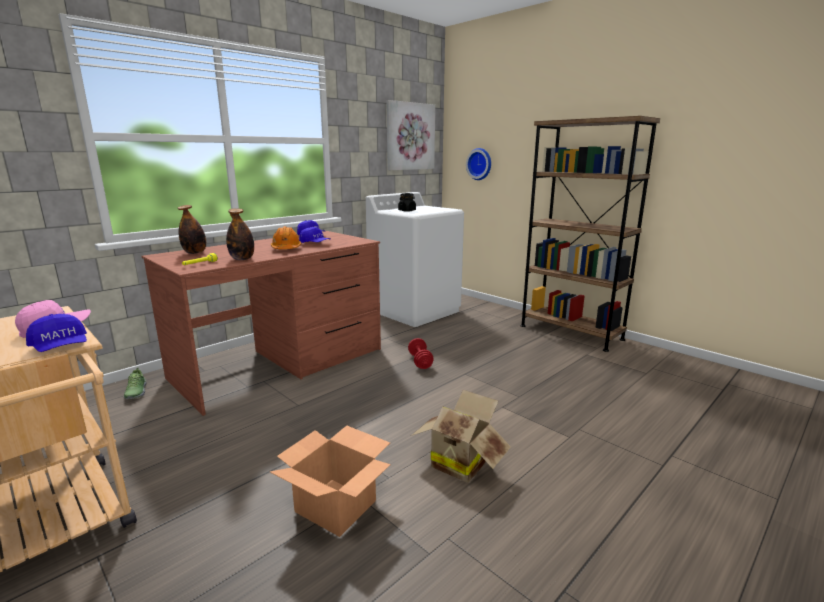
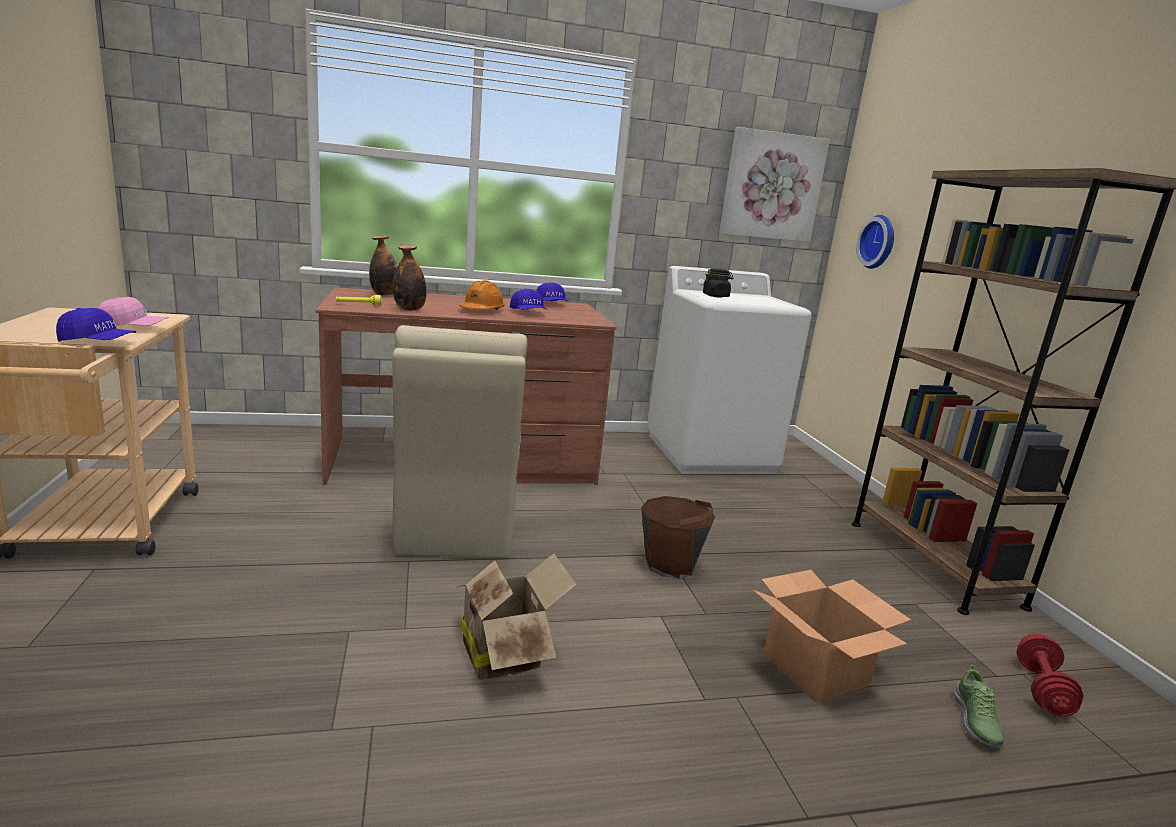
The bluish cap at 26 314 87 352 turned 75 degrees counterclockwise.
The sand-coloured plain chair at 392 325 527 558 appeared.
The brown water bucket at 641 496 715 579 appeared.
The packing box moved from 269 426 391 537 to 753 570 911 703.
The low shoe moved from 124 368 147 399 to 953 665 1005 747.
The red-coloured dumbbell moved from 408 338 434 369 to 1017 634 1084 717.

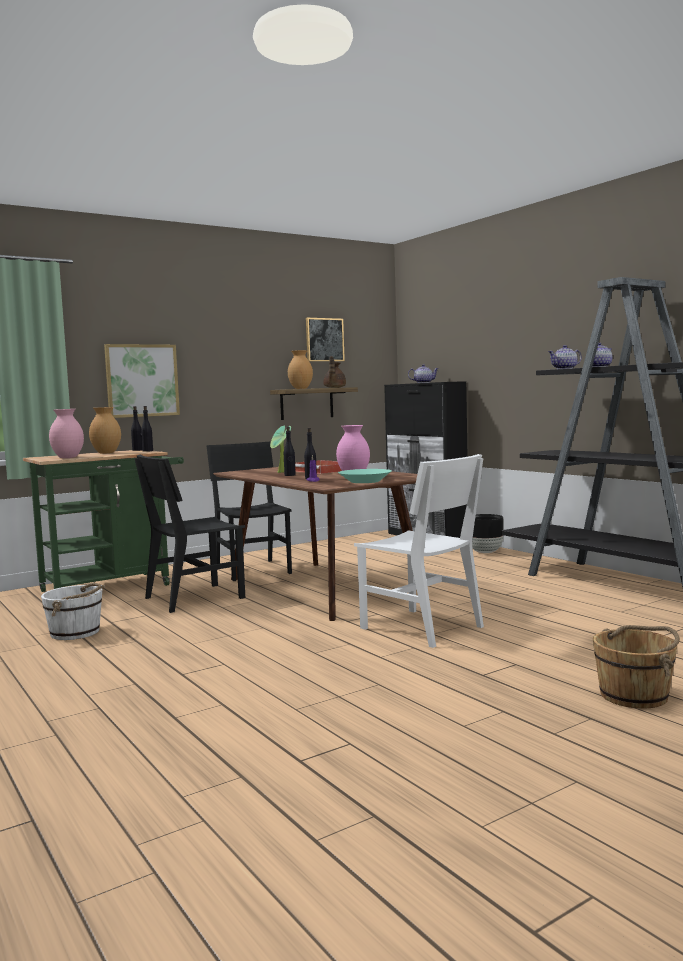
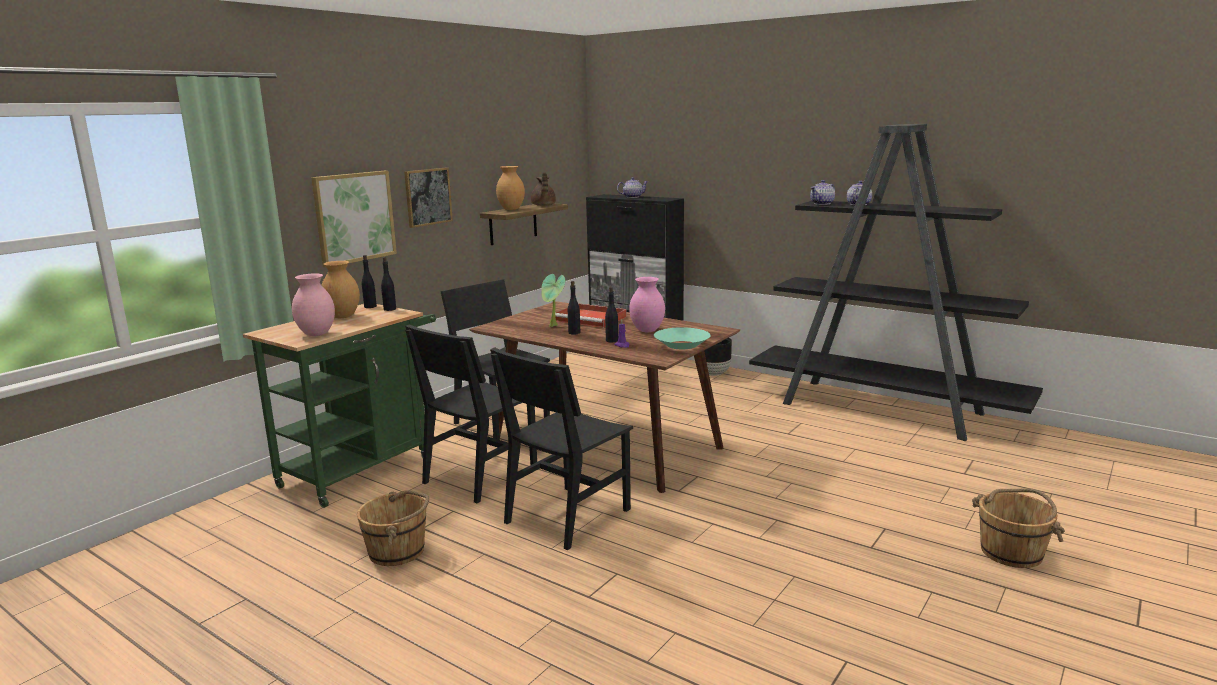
The white water bucket at 41 583 105 640 became the brown water bucket at 357 490 429 566.
The picture moved from 306 318 345 362 to 404 168 453 228.
The black plain chair at 490 347 633 550 appeared.
The white plain chair at 354 454 484 648 disappeared.

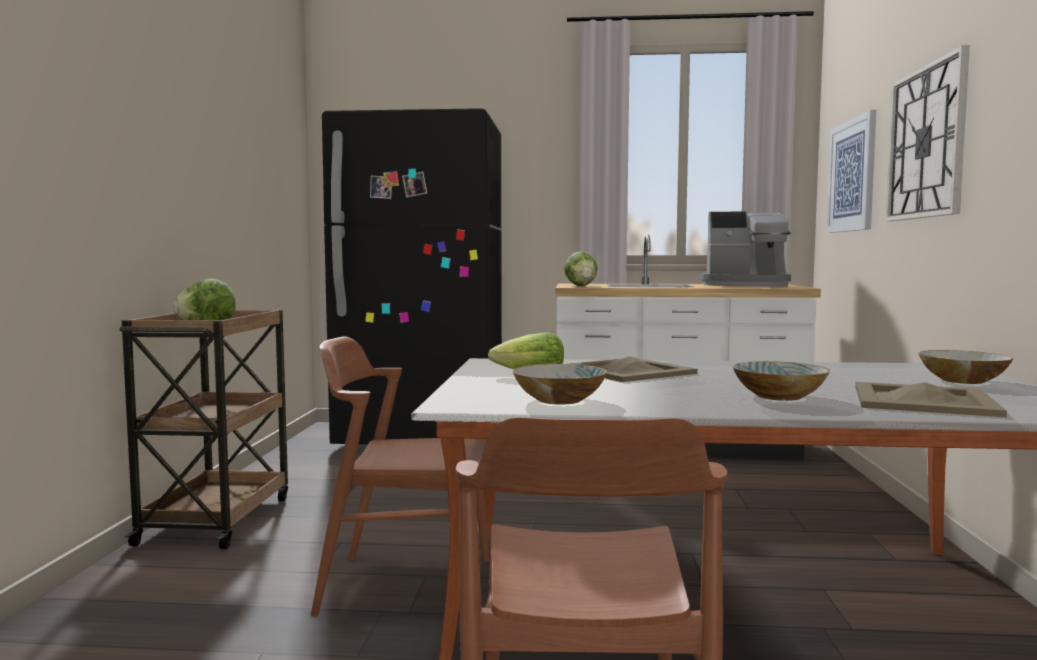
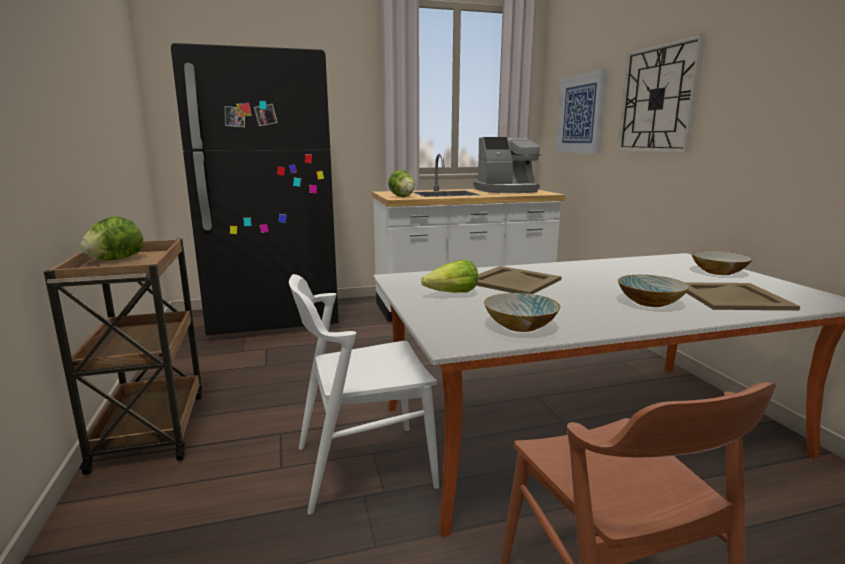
The brown plain chair at 311 336 489 616 became the white plain chair at 289 274 439 515.

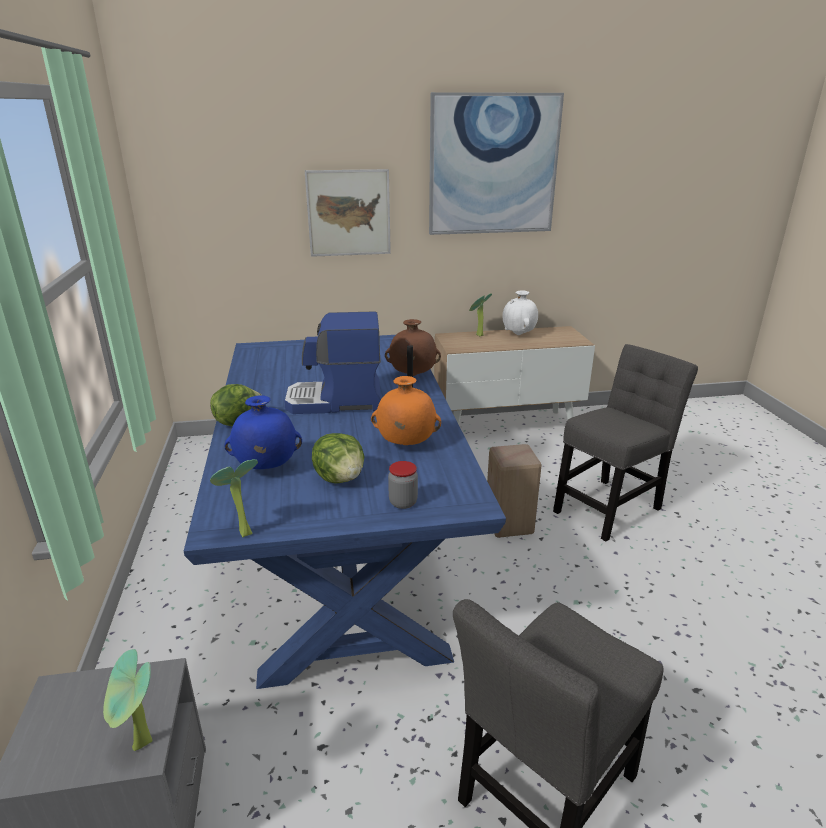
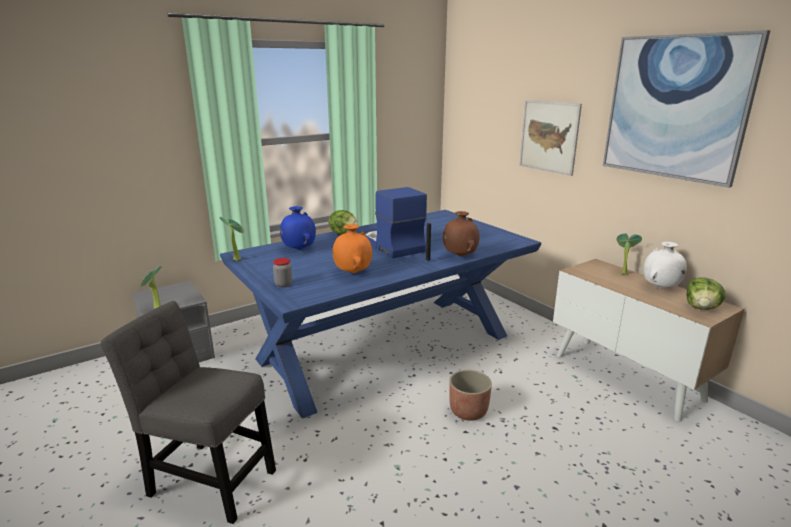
The sand-coloured sitting stool at 487 444 542 538 was replaced by the plant pot at 449 370 492 421.
The head of lettuce moved from 312 433 365 483 to 686 277 726 310.
The greyish plain chair at 553 344 698 541 disappeared.

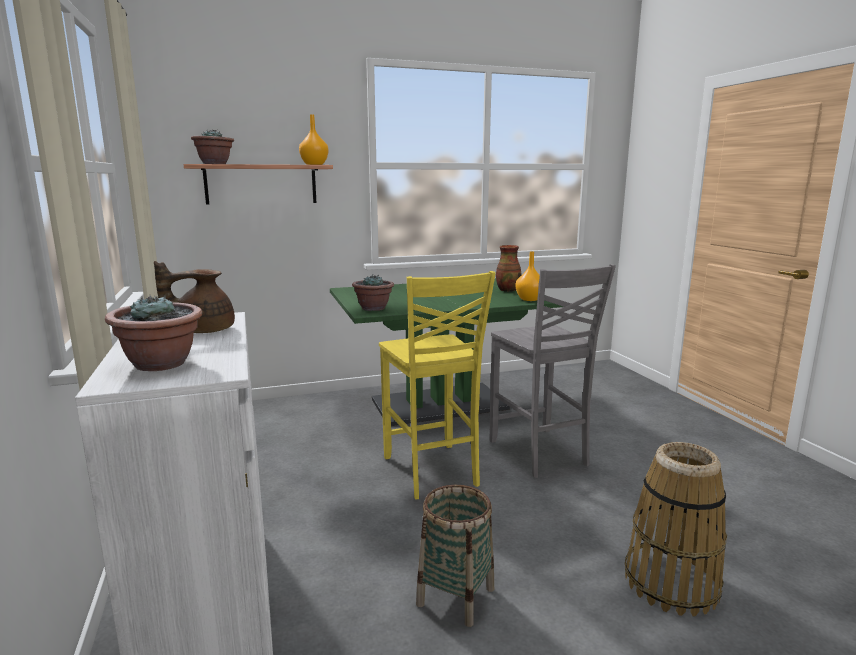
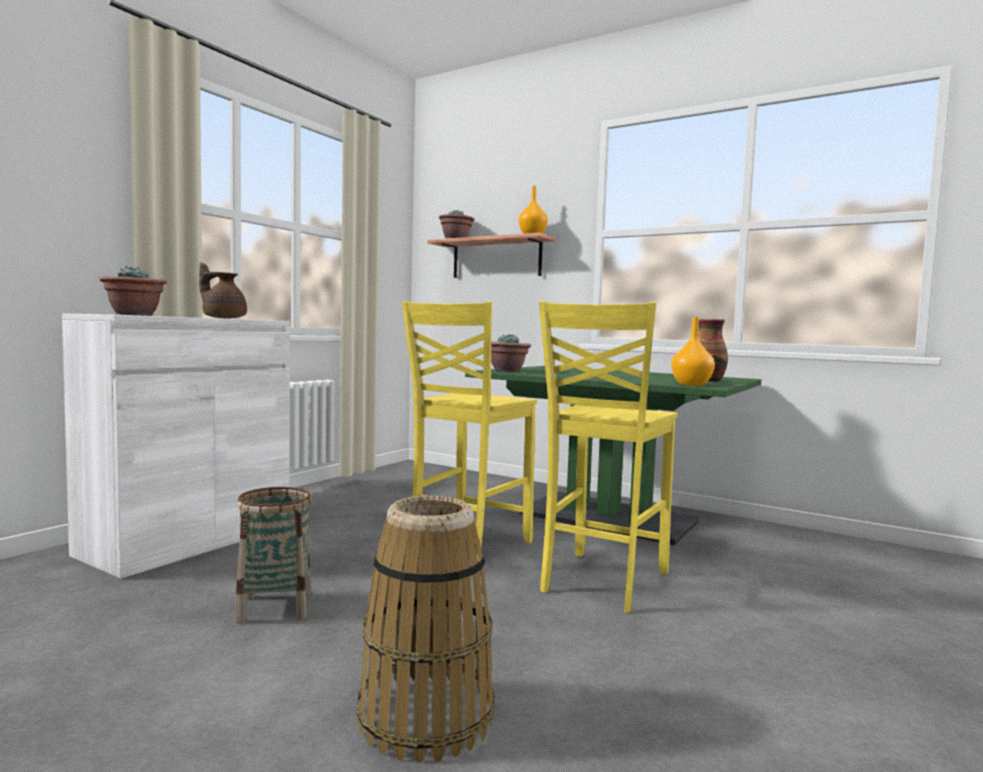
The greyish plain chair at 489 264 616 478 became the yellow-coloured plain chair at 539 301 678 613.

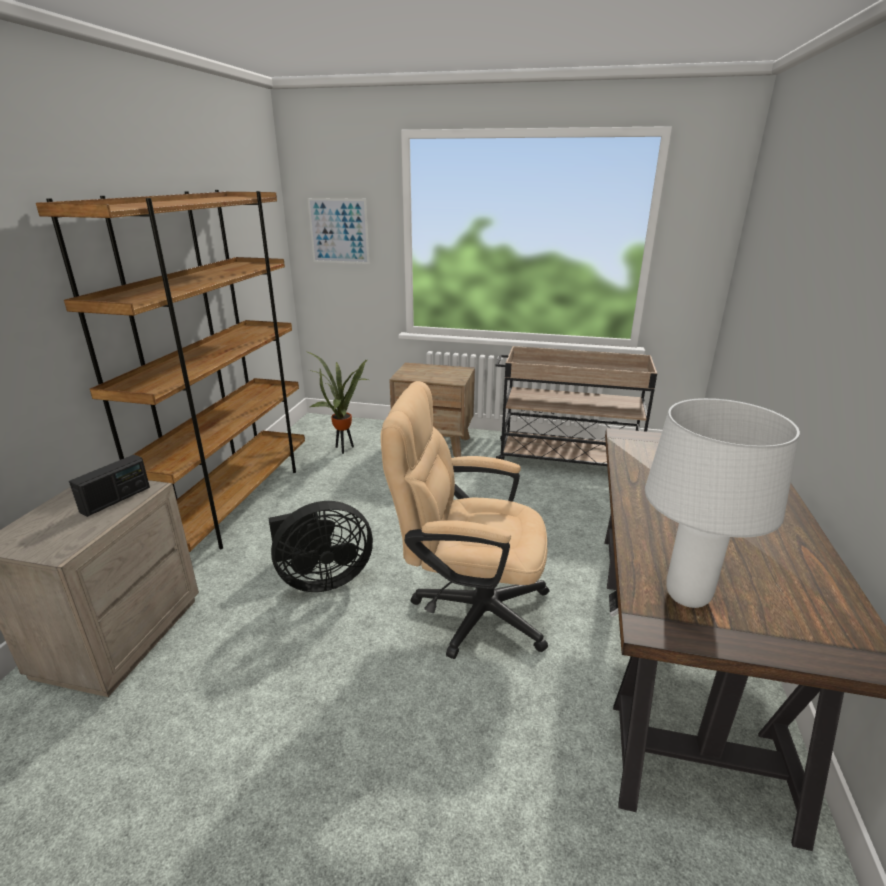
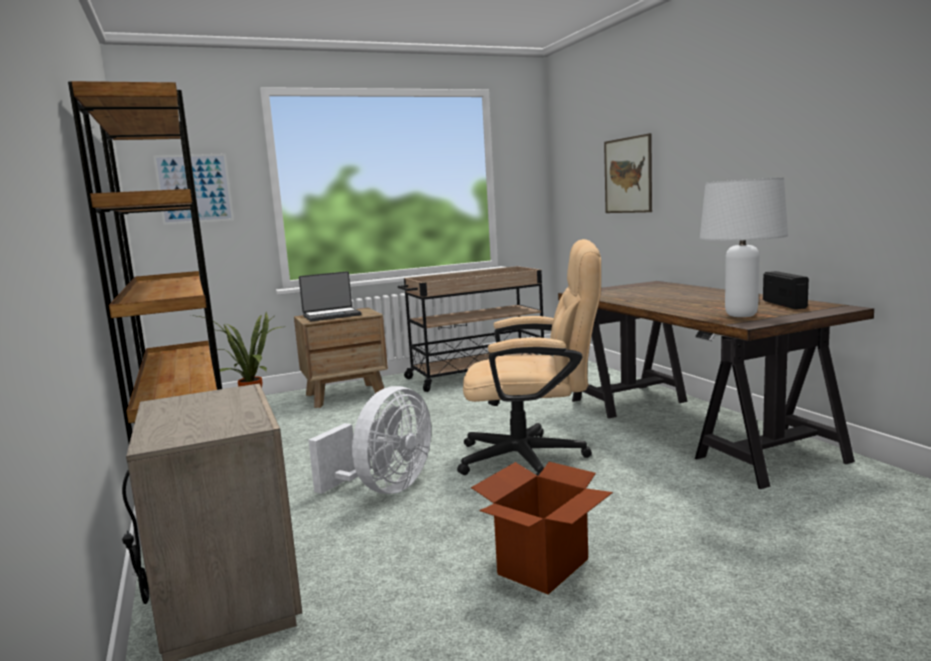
The notebook computer at 299 271 362 321 appeared.
The black cooling fan at 268 501 373 592 became the white cooling fan at 308 386 431 494.
The sand-coloured office chair at 381 381 549 659 turned 150 degrees counterclockwise.
The packing box at 471 462 613 594 appeared.
The picture at 604 133 652 213 appeared.
The radio receiver moved from 69 454 150 517 to 763 271 809 309.

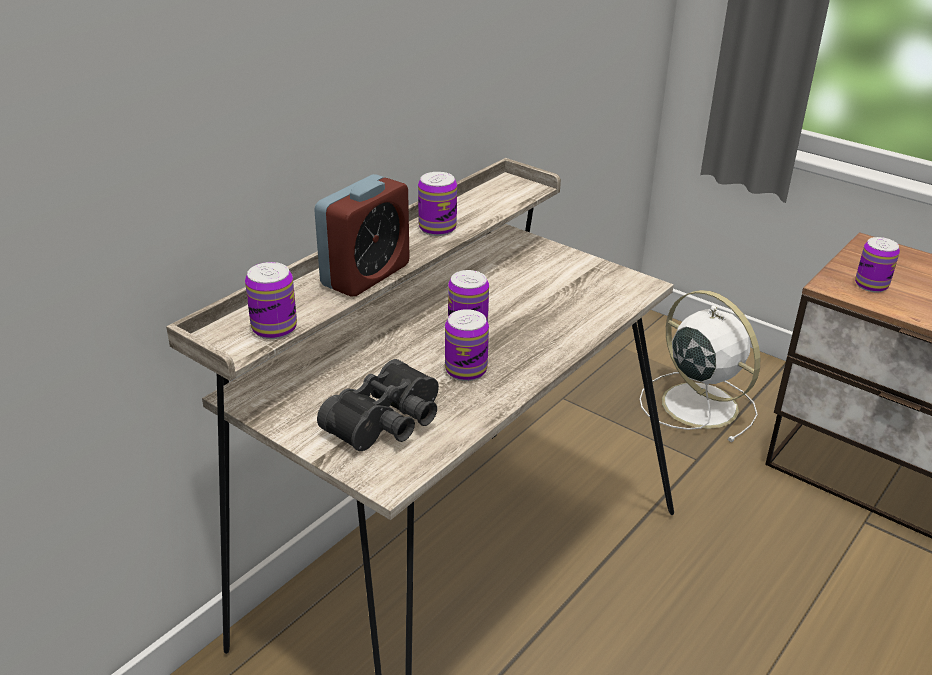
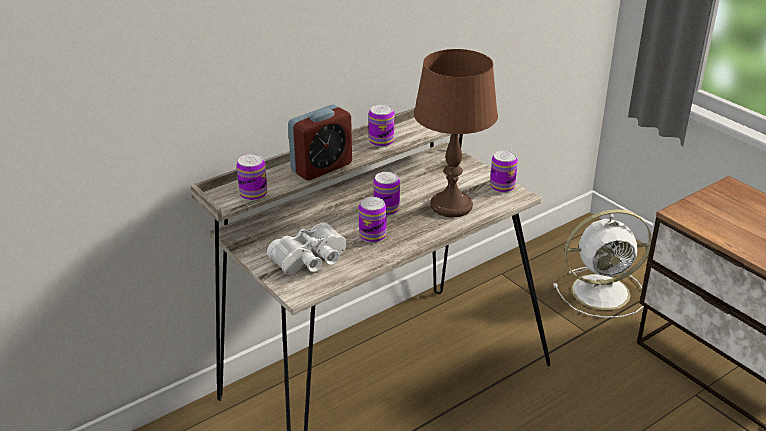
The black binoculars at 317 359 439 451 became the white binoculars at 267 222 347 274.
The brown table lamp at 414 49 498 217 appeared.
The metal can moved from 855 237 900 293 to 490 150 518 193.
The white cooling fan at 640 290 761 442 turned 105 degrees clockwise.

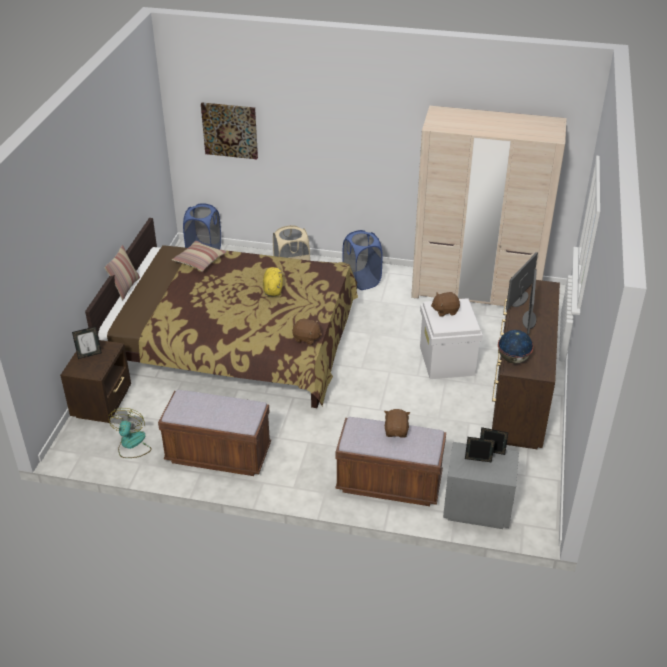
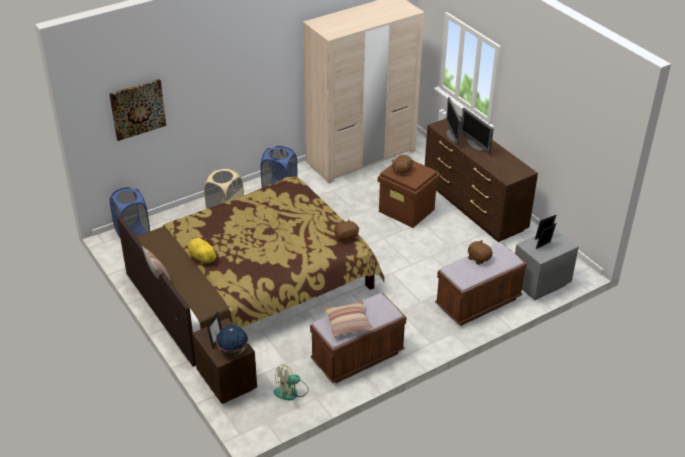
The yellow-coloured soft toy moved from 263 267 283 296 to 188 238 218 265.
The globe moved from 498 330 533 363 to 216 325 248 356.
The cooling fan at 108 408 152 458 turned 75 degrees counterclockwise.
The pillow moved from 172 241 226 271 to 324 301 374 337.
The white storage container at 420 298 483 379 became the brown storage container at 378 161 440 228.

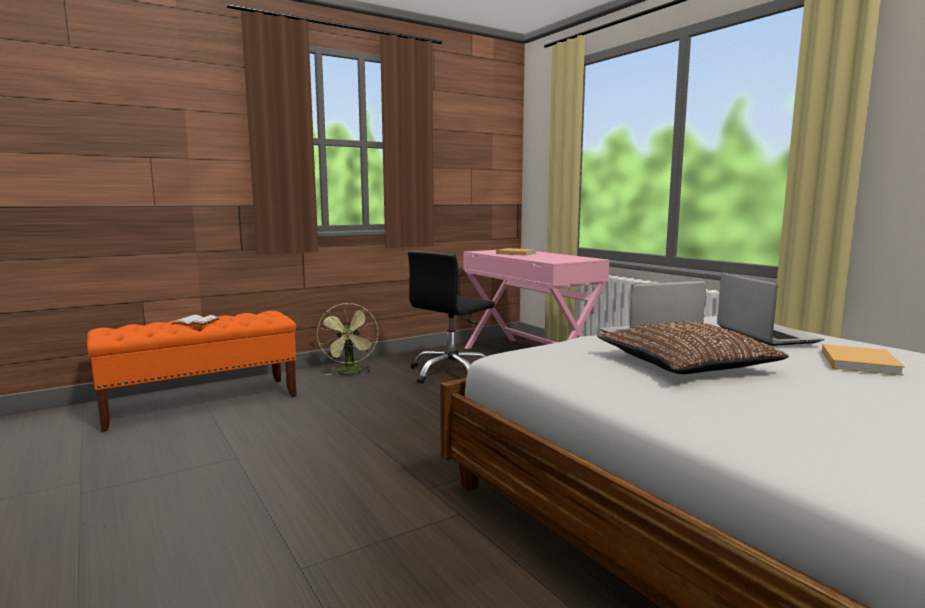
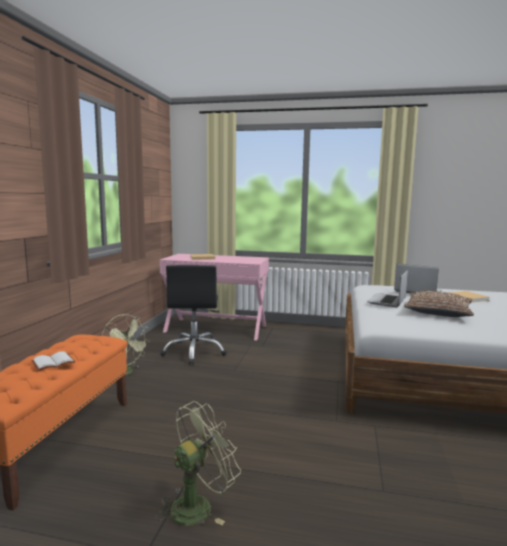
The greenish cooling fan at 156 401 241 526 appeared.

